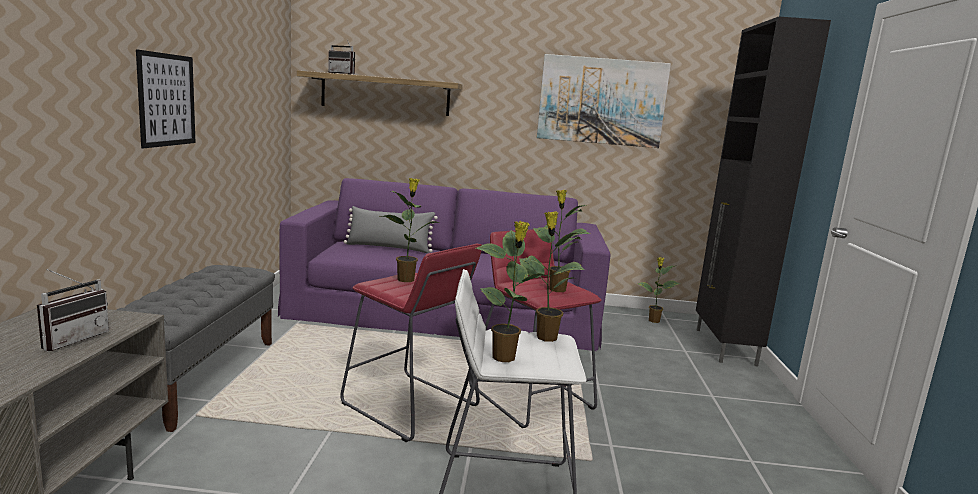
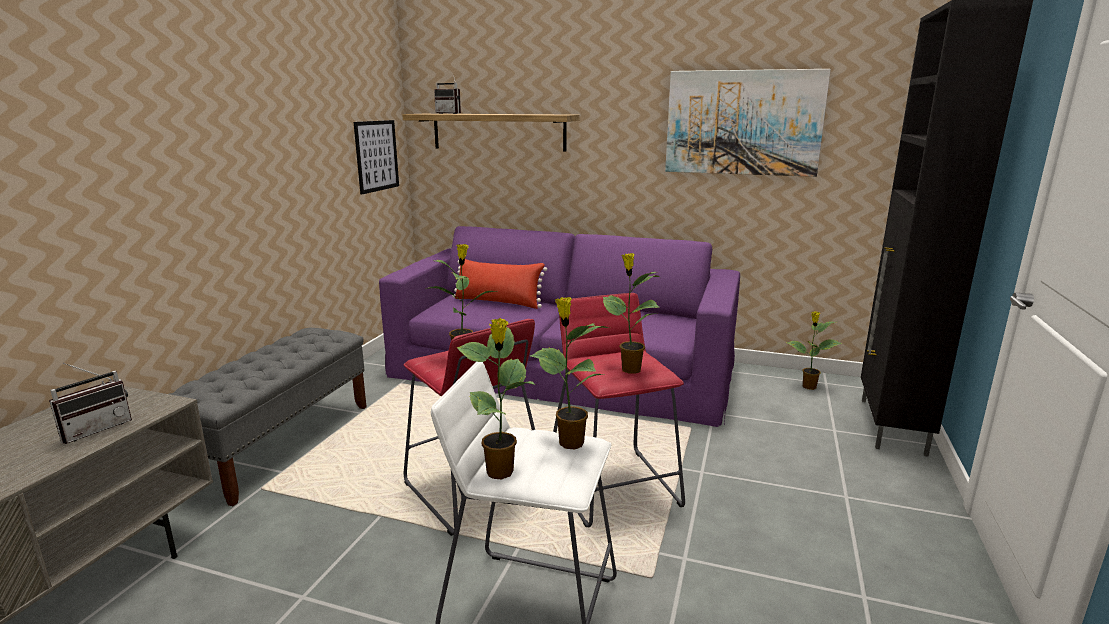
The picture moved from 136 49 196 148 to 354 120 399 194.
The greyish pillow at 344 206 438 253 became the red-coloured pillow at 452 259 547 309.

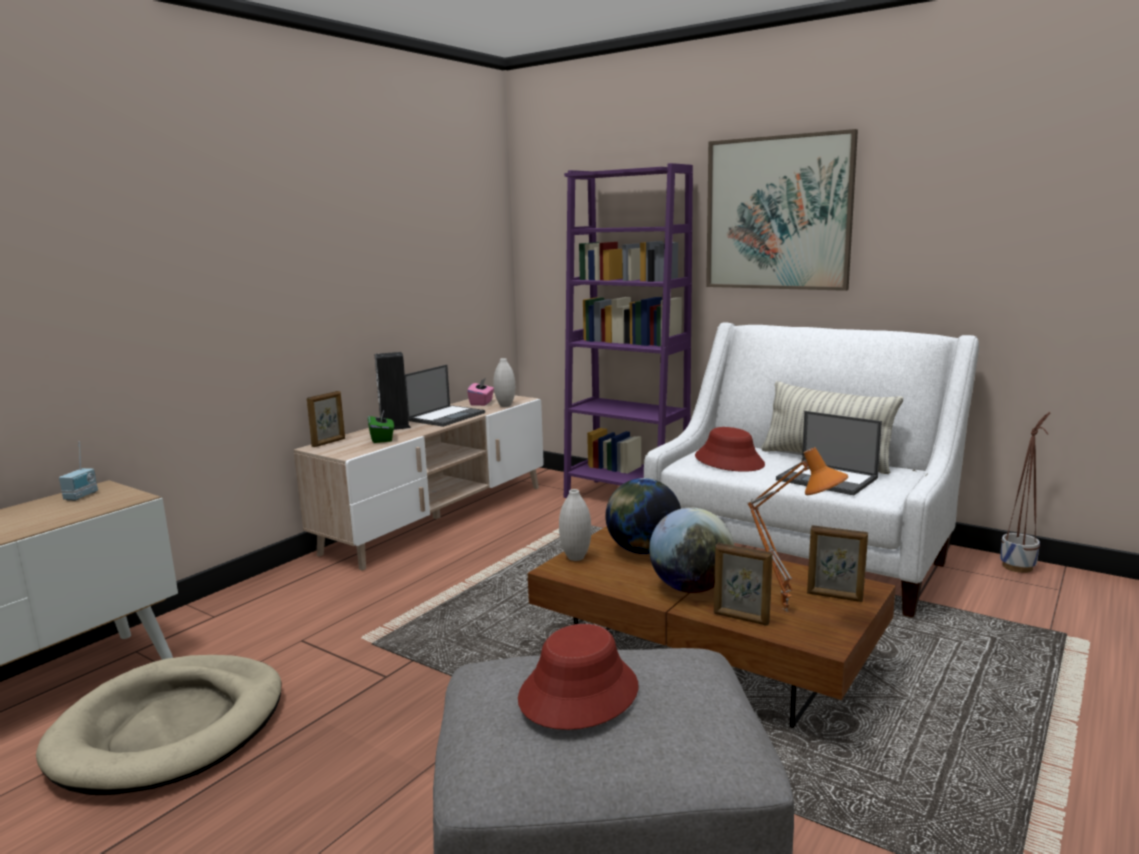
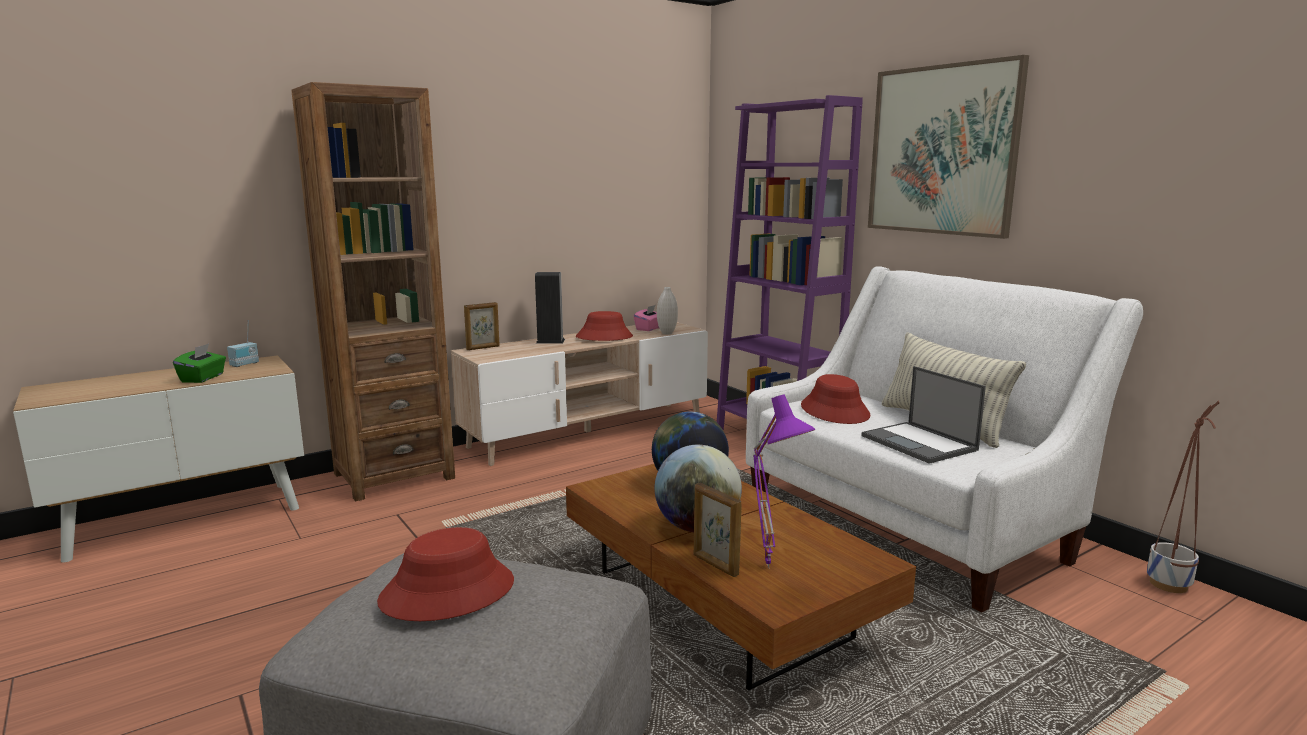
The greenish tissue holder moved from 368 410 394 443 to 173 343 226 383.
The brown shelving unit at 291 82 455 501 appeared.
The notebook computer at 405 365 485 427 was replaced by the red-coloured wearable hat at 576 311 633 341.
The orange table lamp at 748 447 848 612 became the purple-coloured table lamp at 753 394 815 568.
The sand-coloured dog cushion at 36 655 282 795 disappeared.
The white flower vase at 559 489 591 561 disappeared.
The photo frame at 807 525 868 602 disappeared.

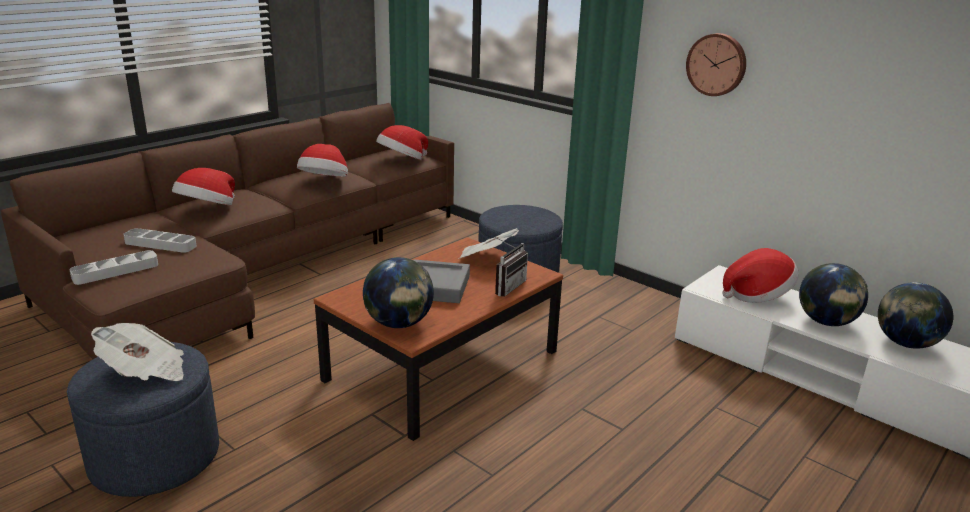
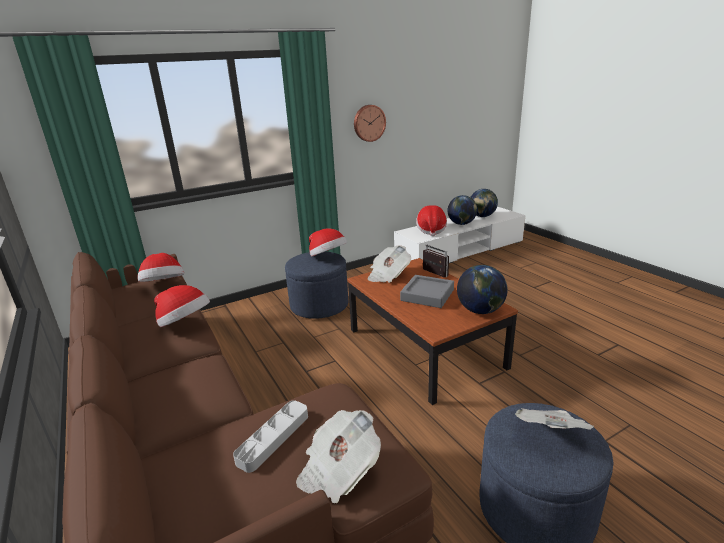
The greyish serving tray at 69 250 158 285 was replaced by the newspaper at 296 410 381 504.
The wearable hat moved from 172 168 235 206 to 309 228 347 257.

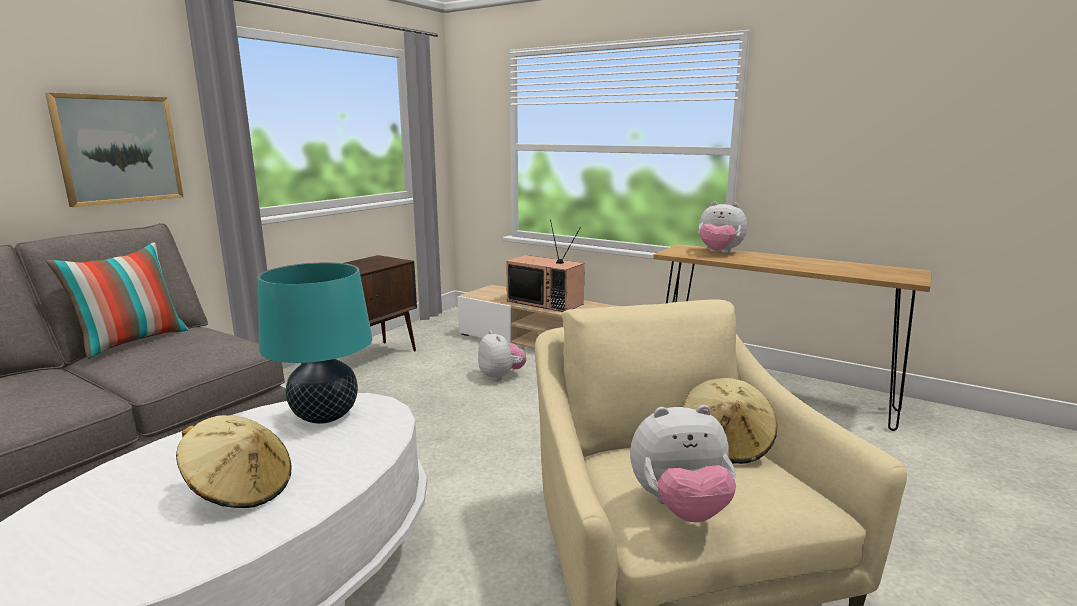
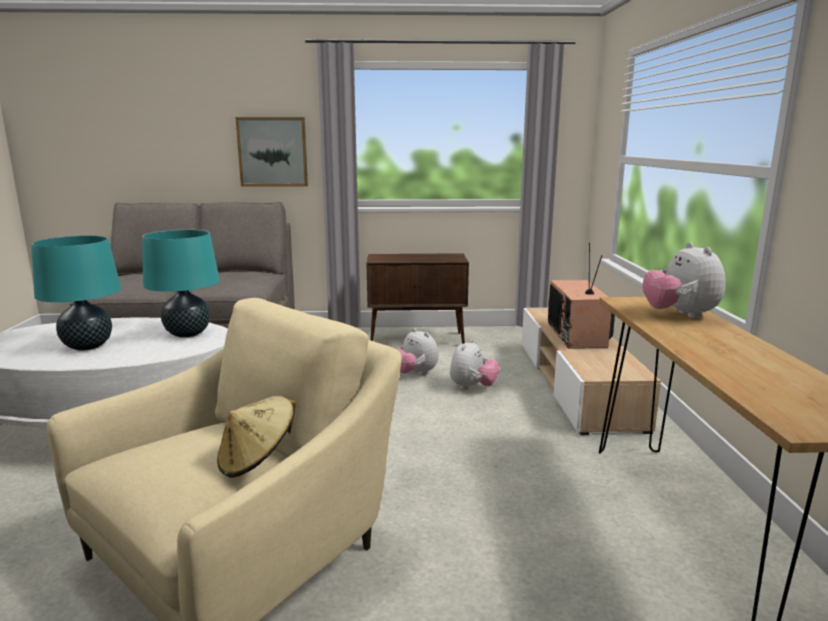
The sand-coloured wearable hat at 176 415 291 508 was replaced by the blue-green table lamp at 31 235 121 351.
The soft toy moved from 630 405 736 522 to 397 328 439 375.
The pillow at 46 242 189 359 disappeared.

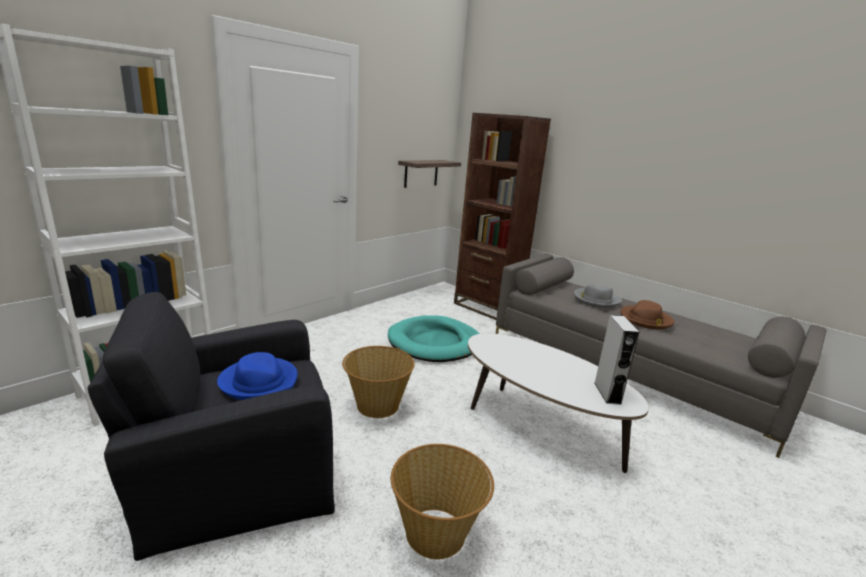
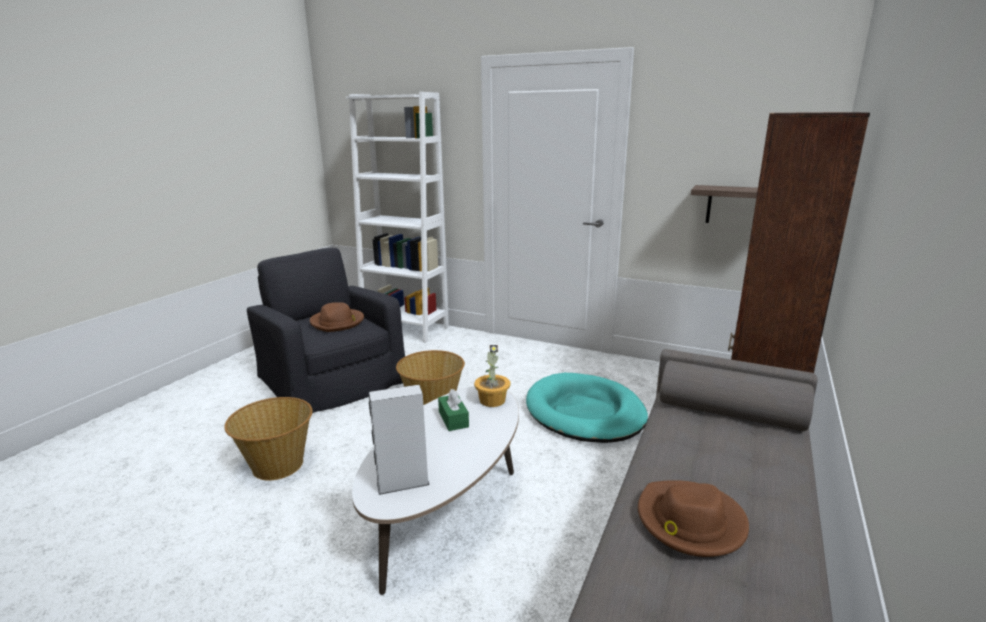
The bluish wearable hat at 217 352 298 400 became the brown wearable hat at 310 302 364 332.
The greenish tissue holder at 438 389 469 431 appeared.
The plant in a pot at 474 345 510 407 appeared.
The greyish wearable hat at 574 284 622 308 disappeared.

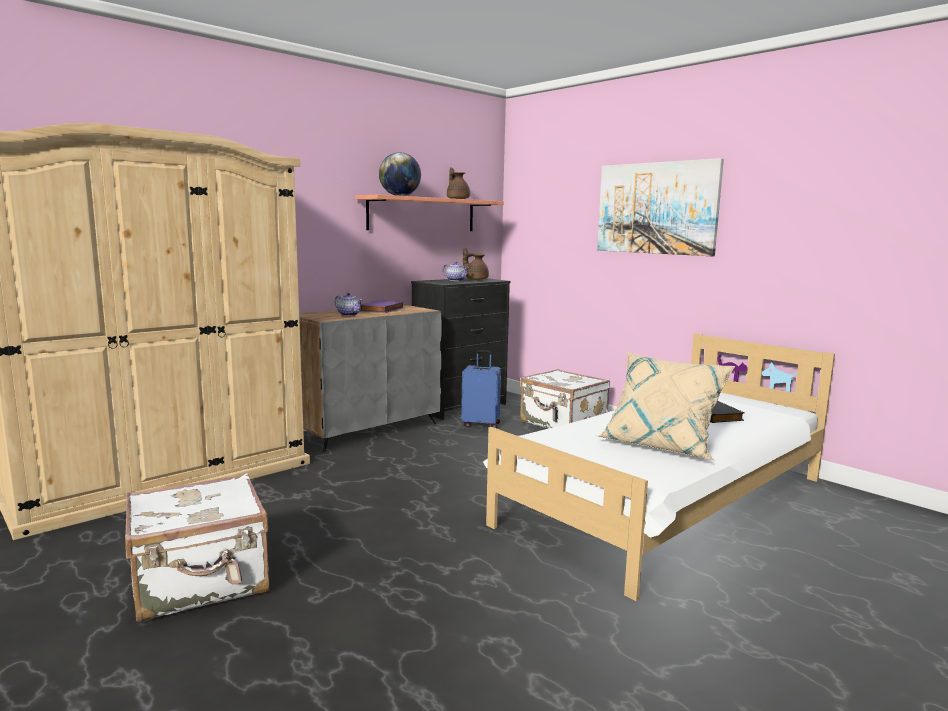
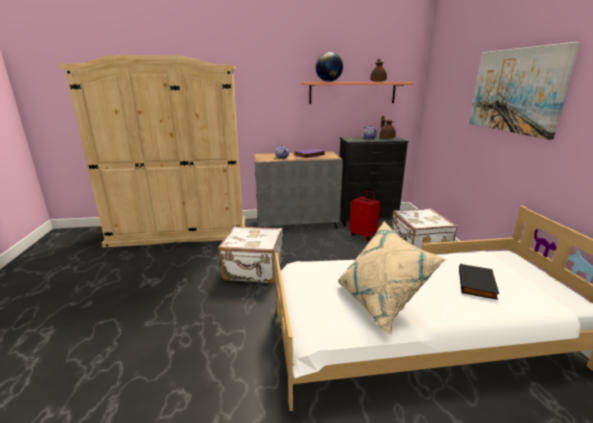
The white piece of luggage moved from 125 473 269 622 to 218 226 283 284.
The bluish piece of luggage at 461 350 501 428 became the red-coloured piece of luggage at 349 188 380 241.

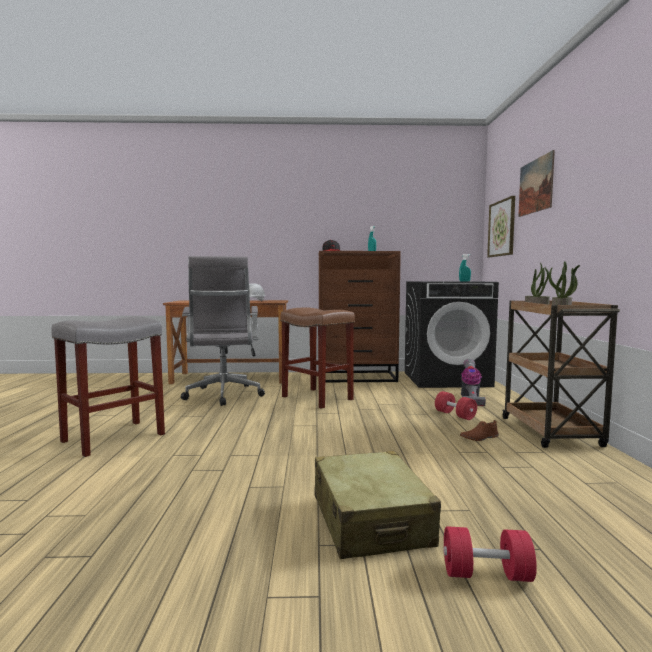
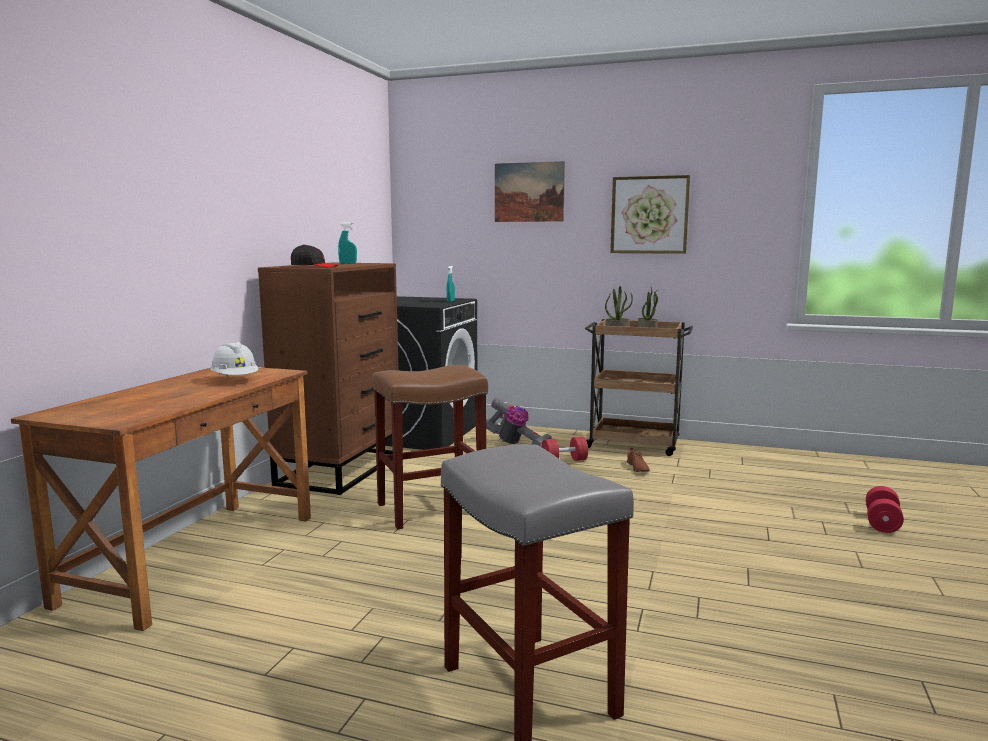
The picture moved from 487 196 515 257 to 610 175 690 254.
The greyish office chair at 181 256 265 406 disappeared.
The sand-coloured piece of luggage at 314 451 441 559 disappeared.

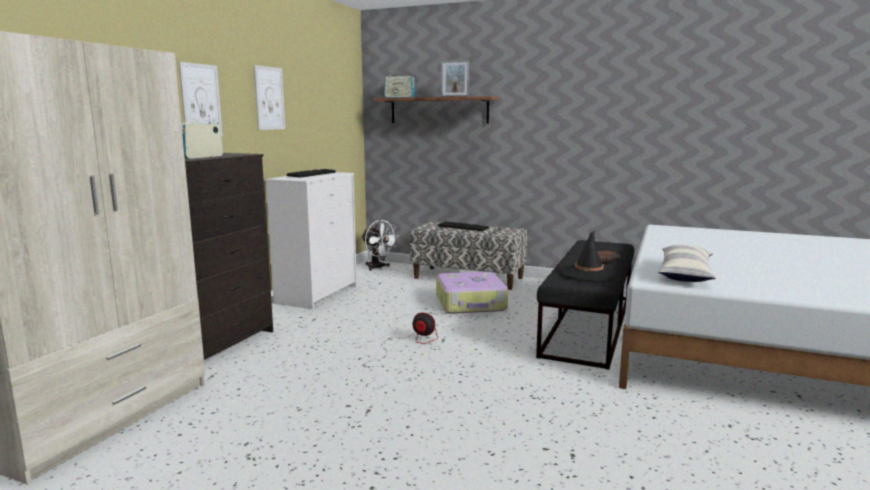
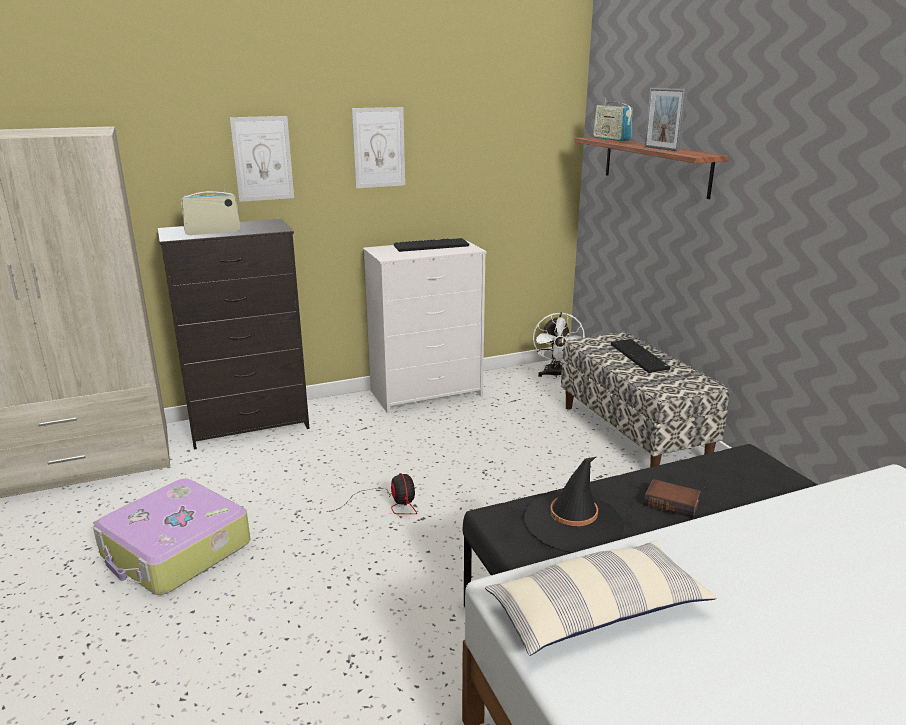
The piece of luggage moved from 436 272 508 314 to 93 479 251 595.

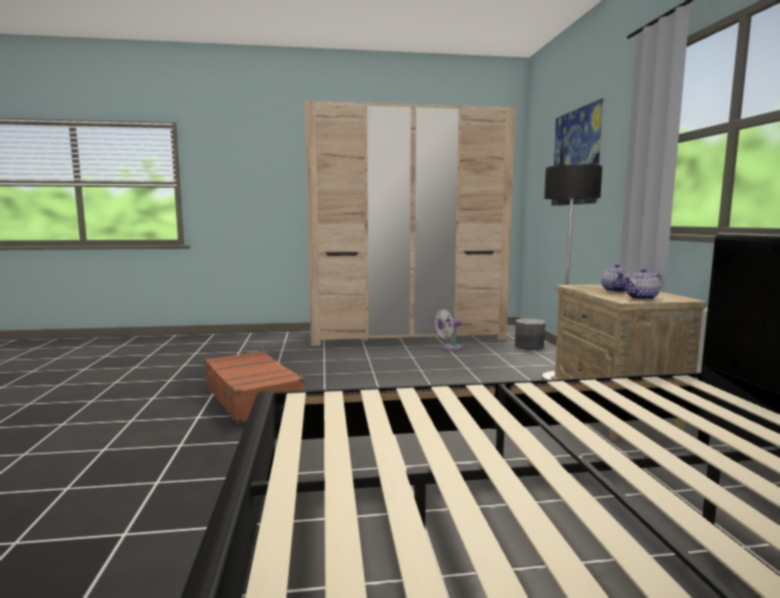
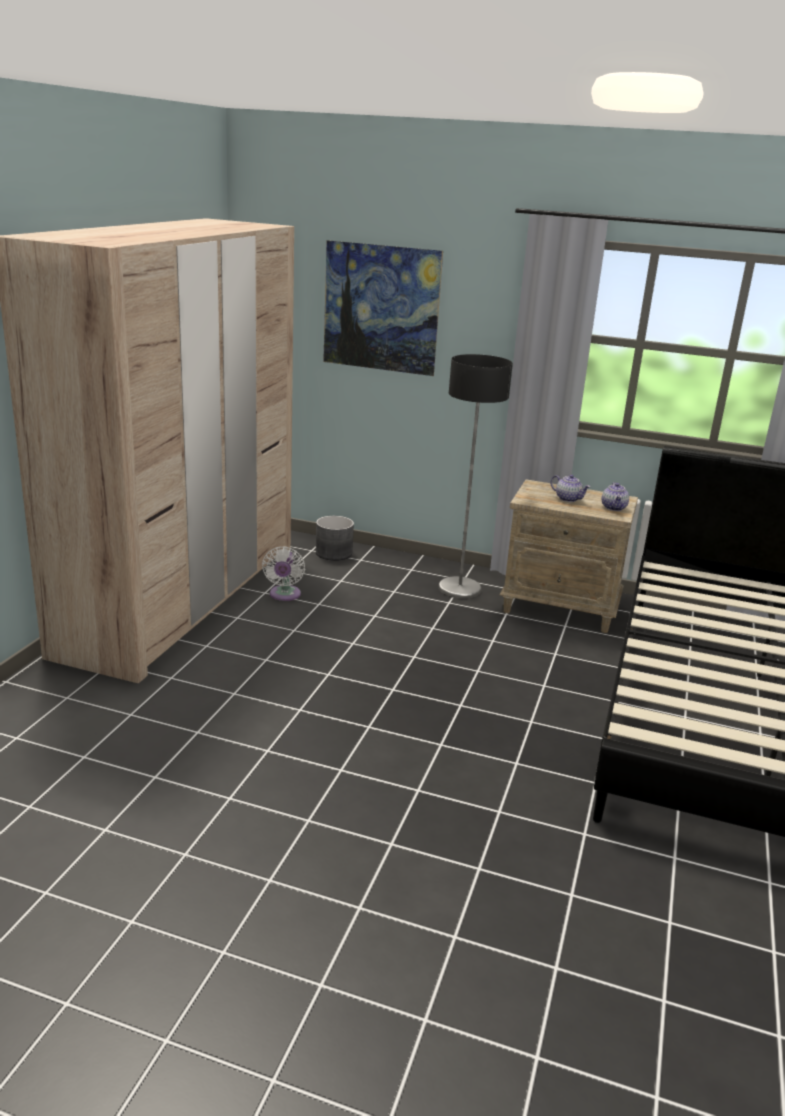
The brown piece of luggage at 205 351 304 424 disappeared.

